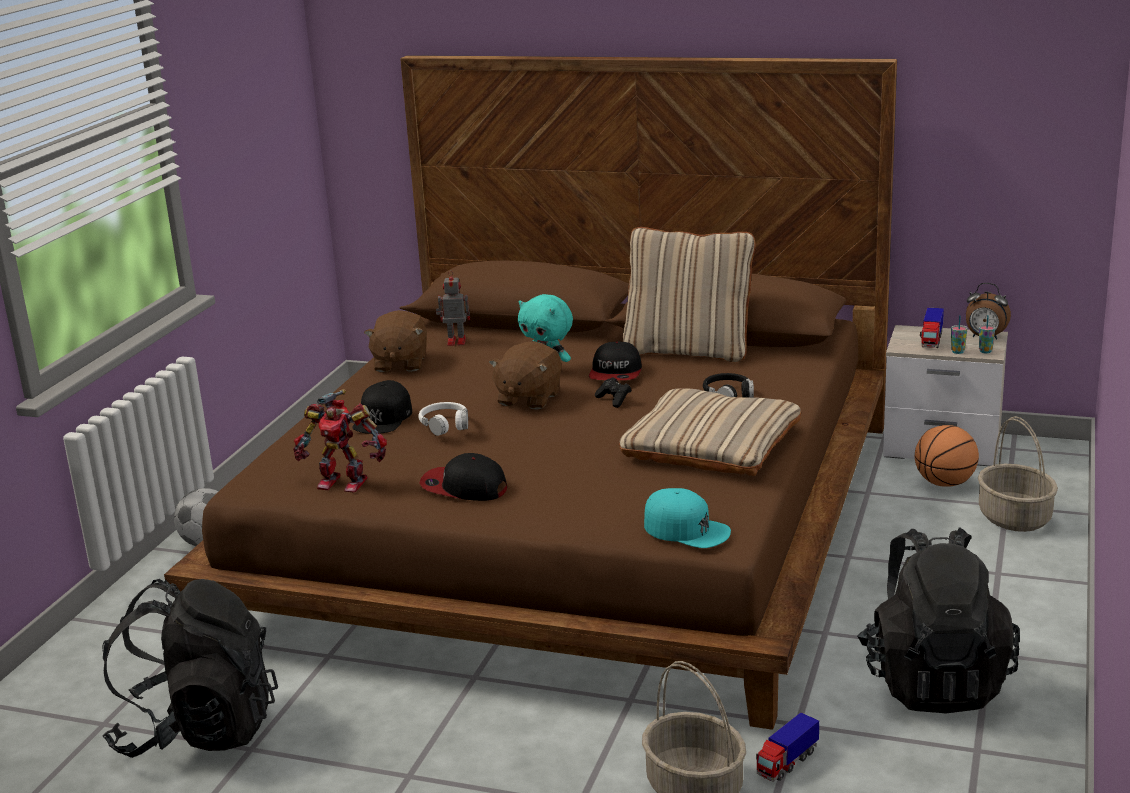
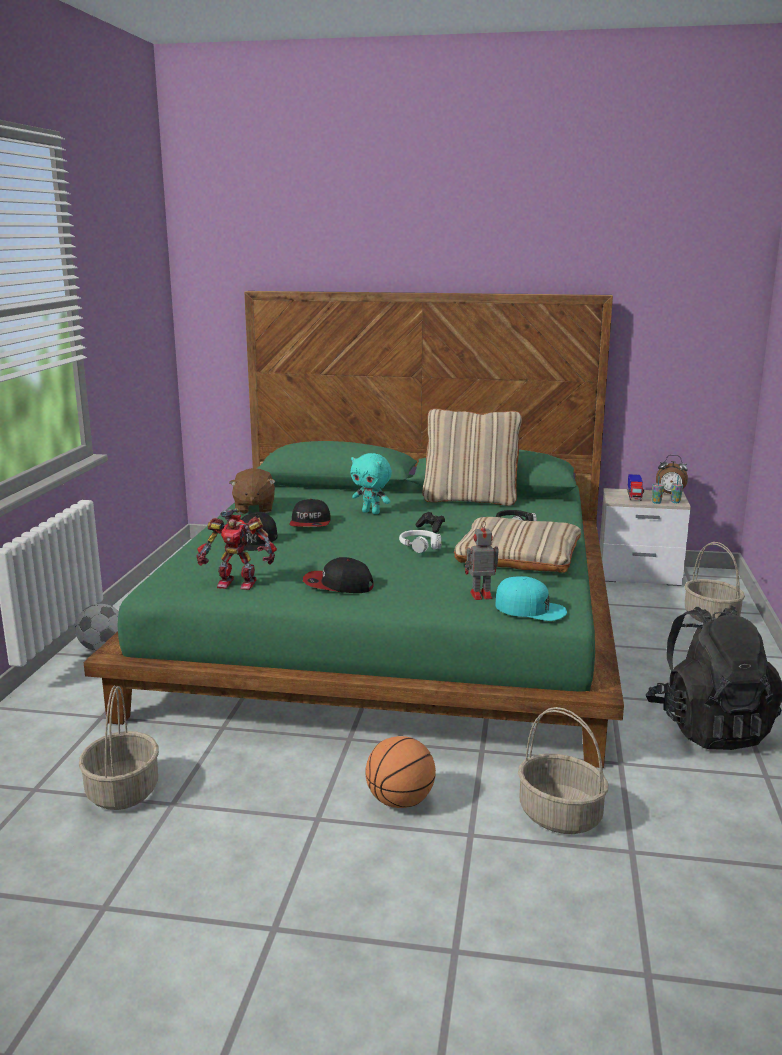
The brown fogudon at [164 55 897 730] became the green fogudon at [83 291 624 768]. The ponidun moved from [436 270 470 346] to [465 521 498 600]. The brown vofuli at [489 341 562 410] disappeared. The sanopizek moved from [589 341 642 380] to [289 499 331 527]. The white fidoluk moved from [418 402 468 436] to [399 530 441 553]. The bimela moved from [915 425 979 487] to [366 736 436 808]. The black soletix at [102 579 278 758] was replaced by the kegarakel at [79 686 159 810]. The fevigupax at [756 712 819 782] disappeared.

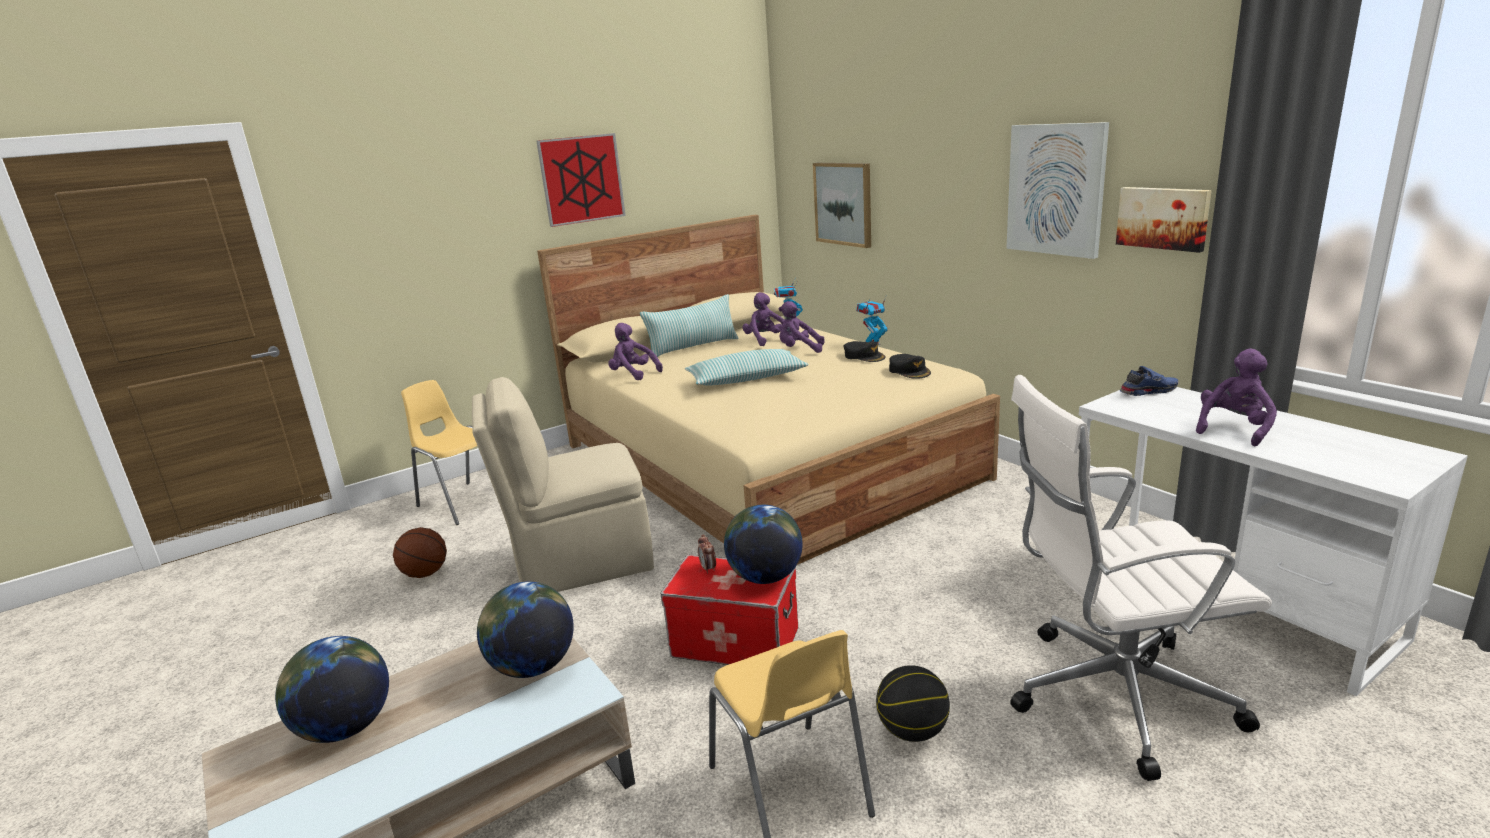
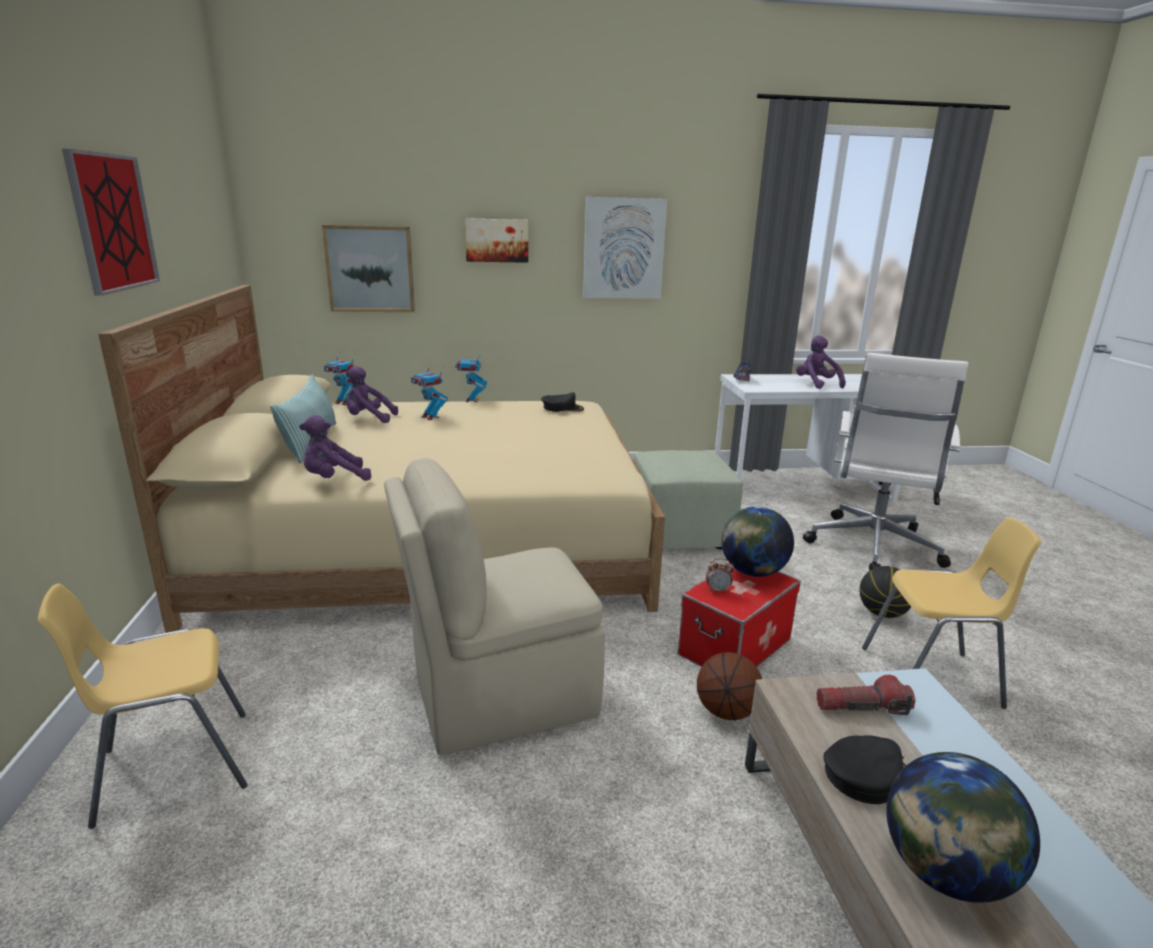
The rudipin moved from [1116 187 1212 253] to [465 218 528 263]. The purple vofuli at [779 301 824 353] was replaced by the ponidun at [411 364 448 420]. The black sanopizek moved from [843 341 886 362] to [823 736 906 804]. The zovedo at [685 349 808 386] disappeared. The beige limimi at [472 377 654 592] turned 60 degrees clockwise. The bimela moved from [393 527 447 578] to [697 652 762 720]. The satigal at [477 582 574 678] was replaced by the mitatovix at [817 675 916 715]. The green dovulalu at [633 450 743 550] appeared.

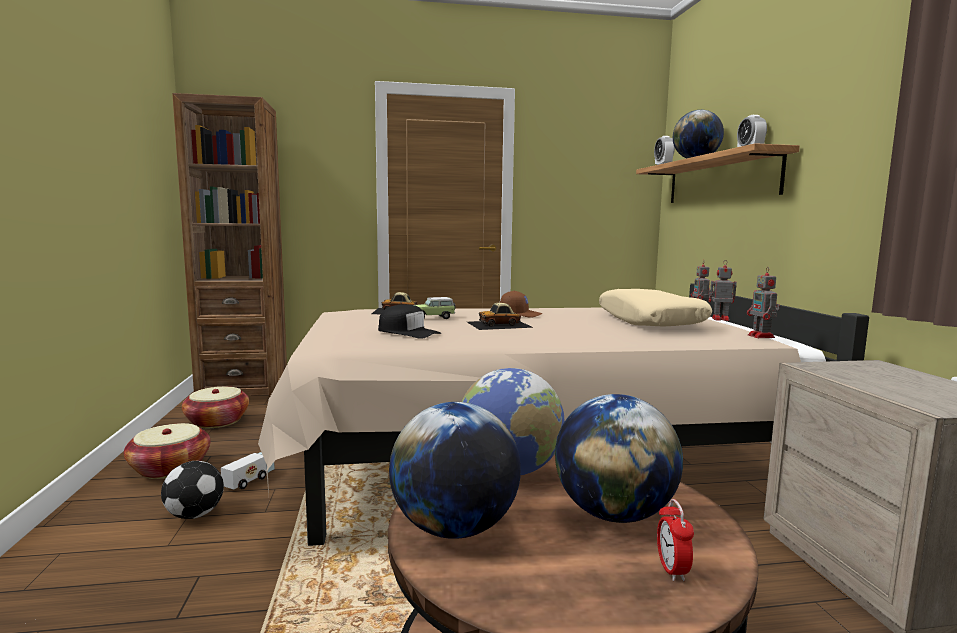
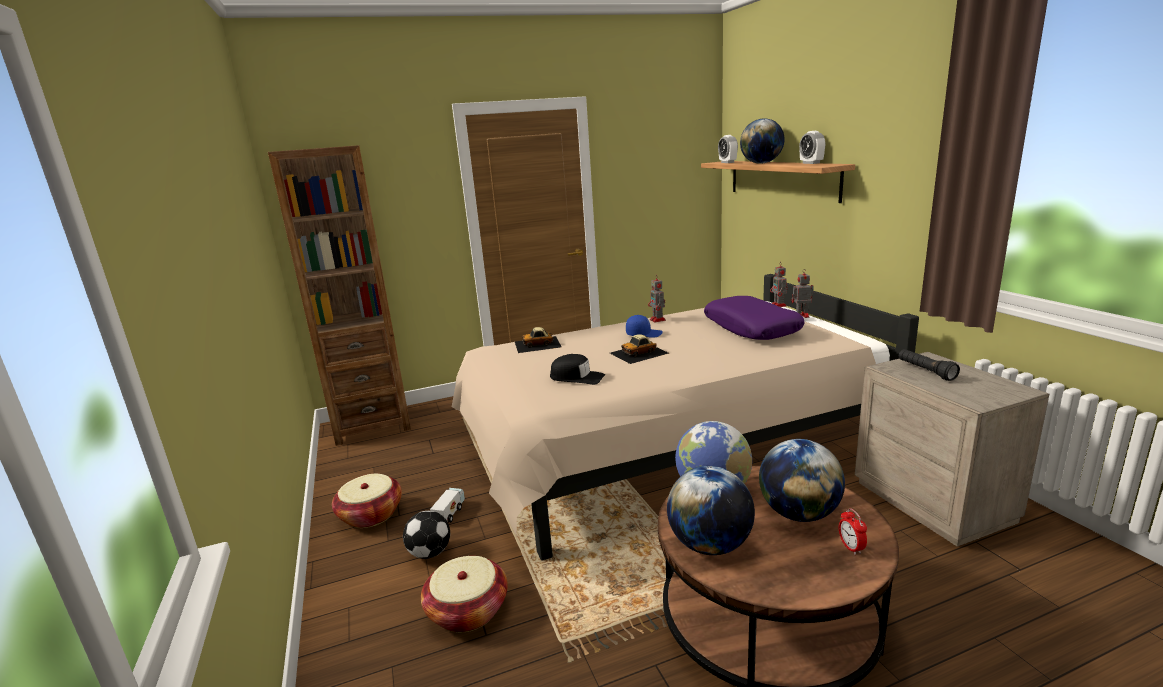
The ponidun moved from [747 267 780 338] to [648 278 666 323]. The beige zovedo at [599 289 712 327] became the purple zovedo at [704 296 804 340]. The brown sanopizek at [500 291 542 318] became the blue sanopizek at [626 315 663 338]. The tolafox at [415 297 455 319] disappeared. The kegarakel moved from [182 387 249 428] to [421 556 508 632]. The black mitatovix at [899 349 960 381] appeared.

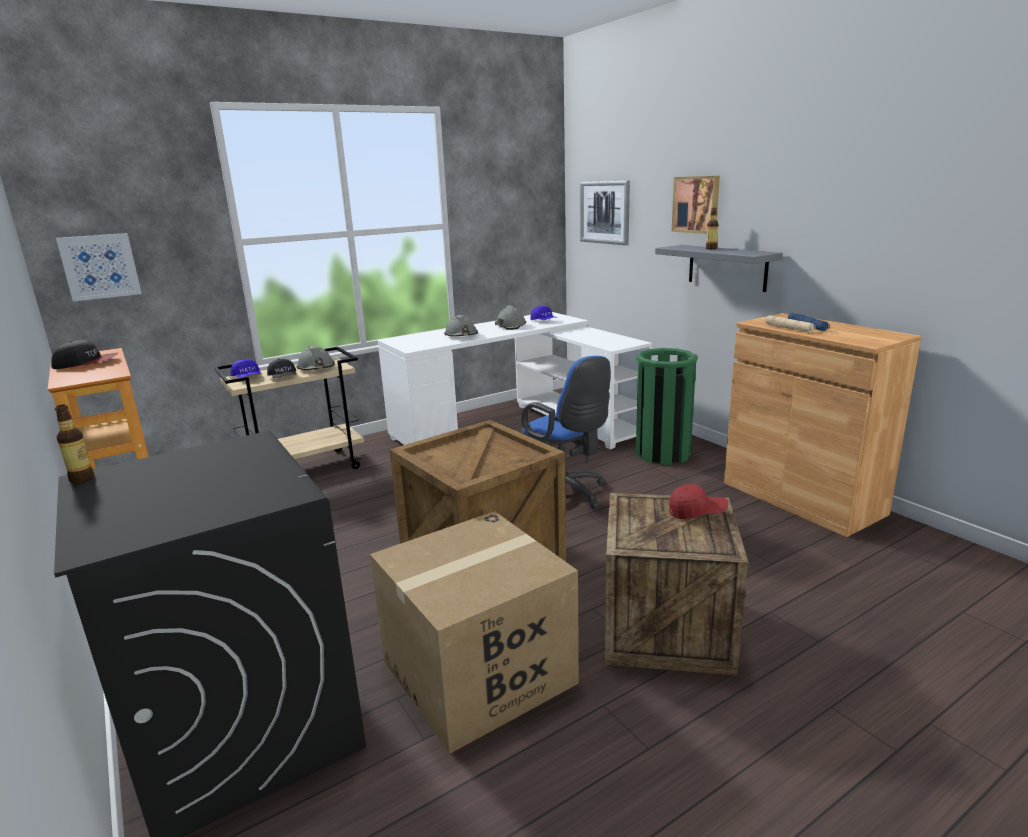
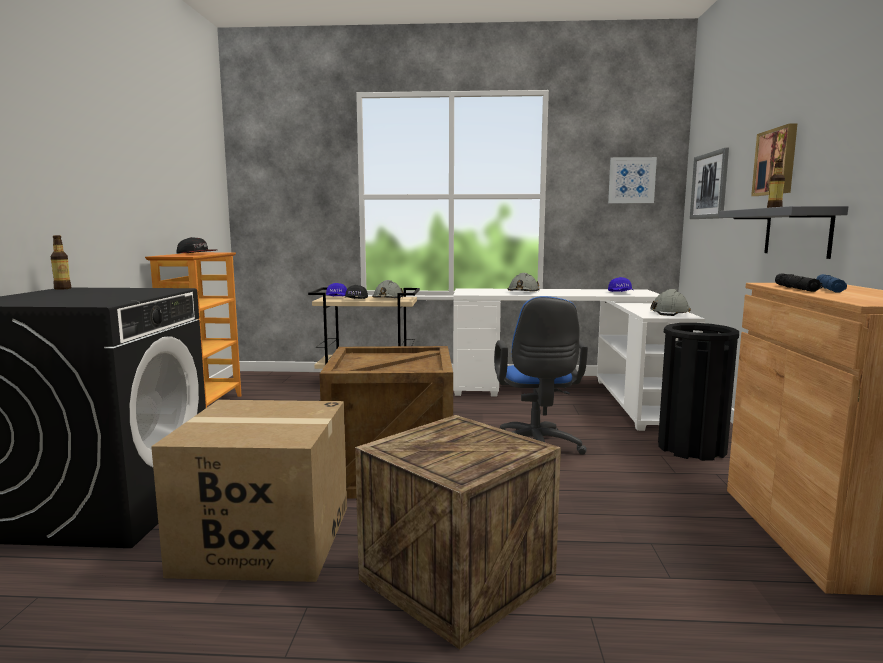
The rudipin moved from [56 233 142 301] to [608 157 657 203]. The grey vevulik moved from [495 305 526 330] to [650 289 691 316]. The beige mitatovix at [765 315 816 333] became the black mitatovix at [775 273 822 292]. The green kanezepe at [636 348 698 465] became the black kanezepe at [658 323 739 461]. The red sanopizek at [669 484 729 519] disappeared.

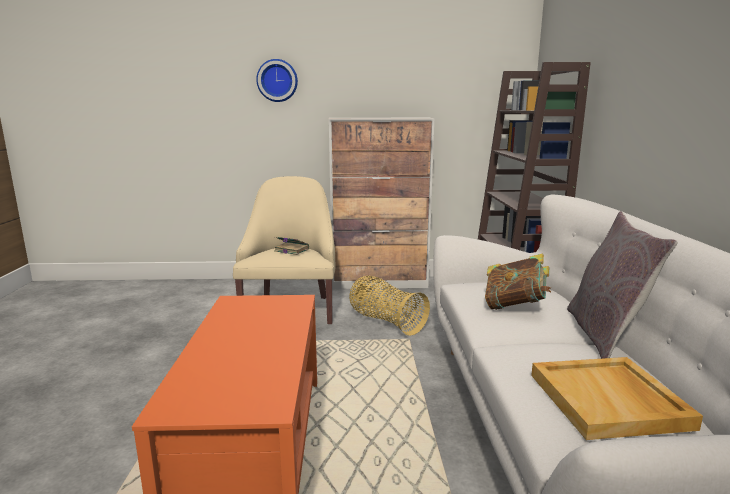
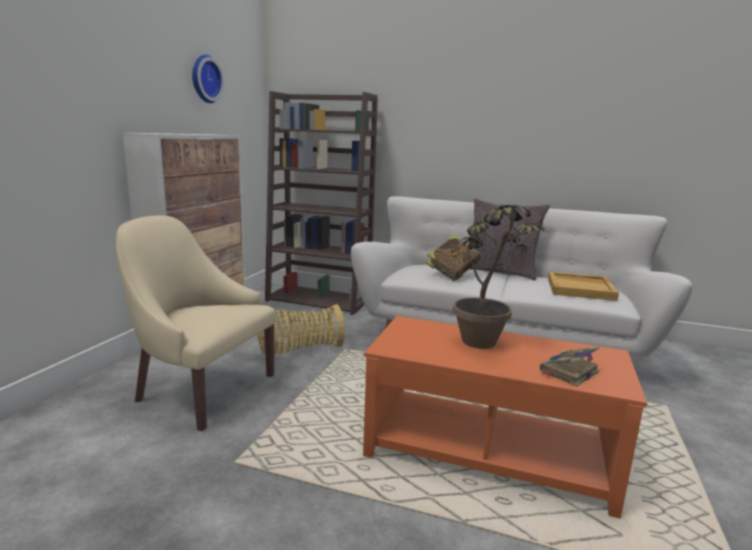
The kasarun moved from [256 59 298 102] to [192 55 224 103]. The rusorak moved from [274 236 309 255] to [540 347 600 386]. The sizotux at [451 205 544 349] appeared.

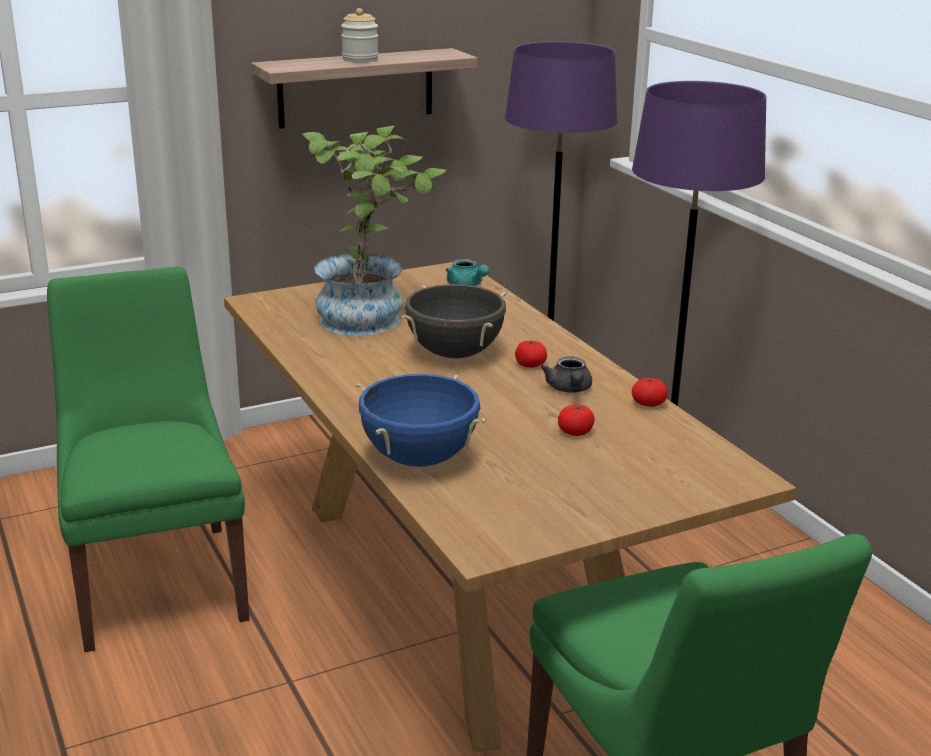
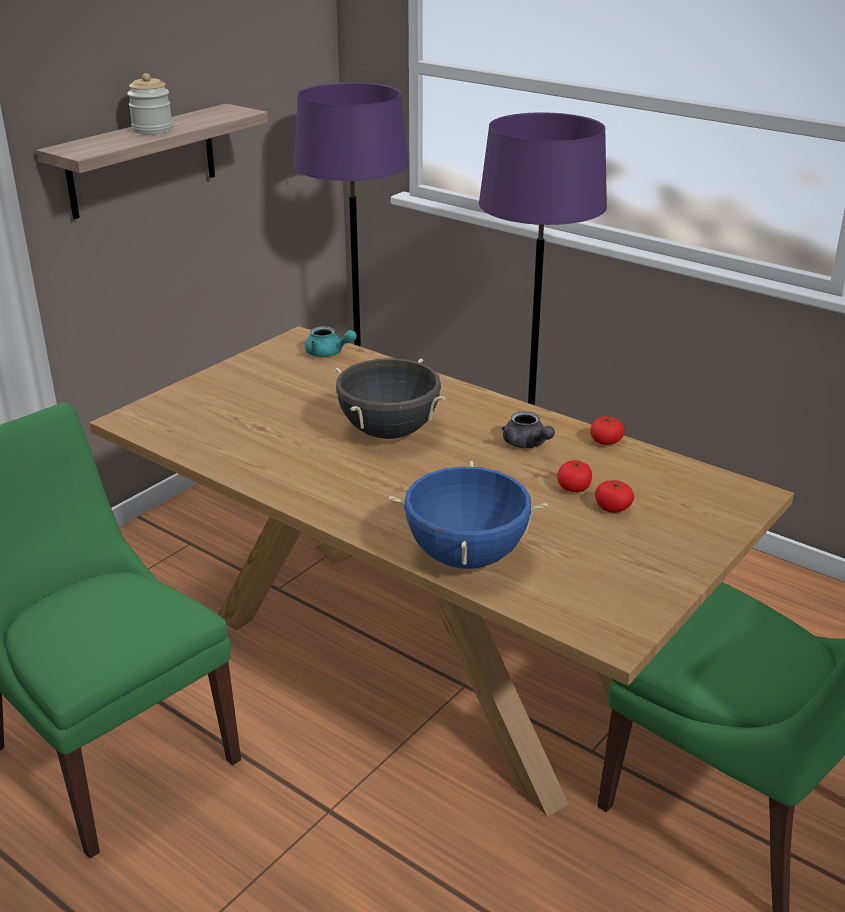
The sizotux at [302 126 447 336] disappeared. The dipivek moved from [515 341 547 368] to [595 480 634 513].

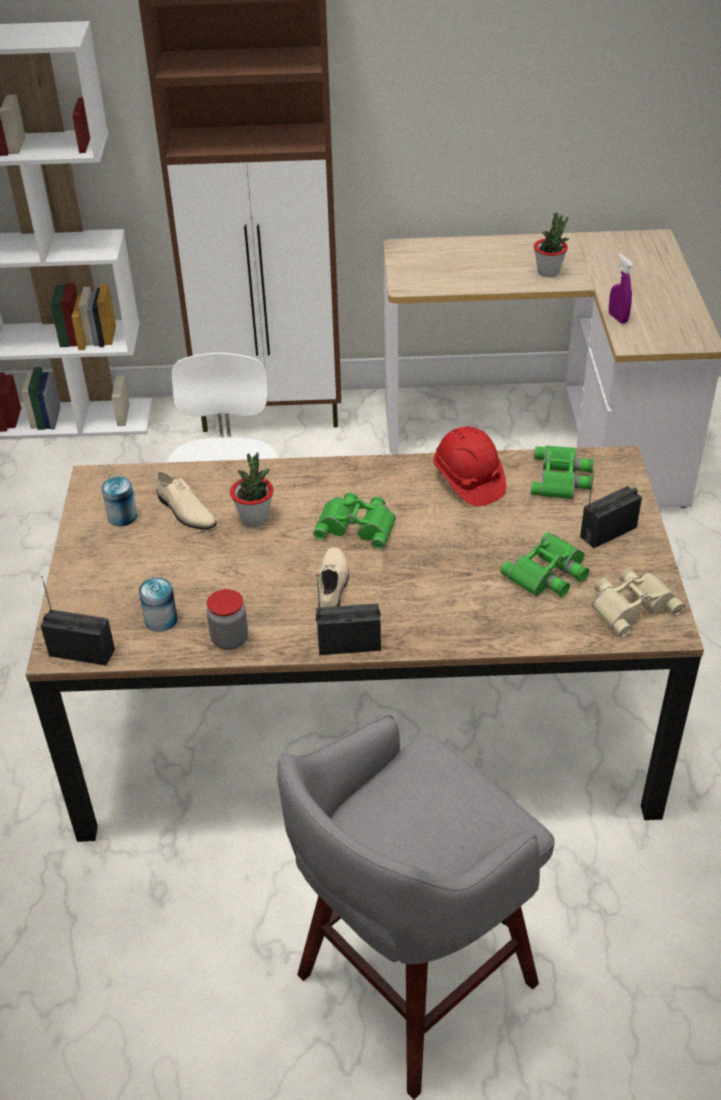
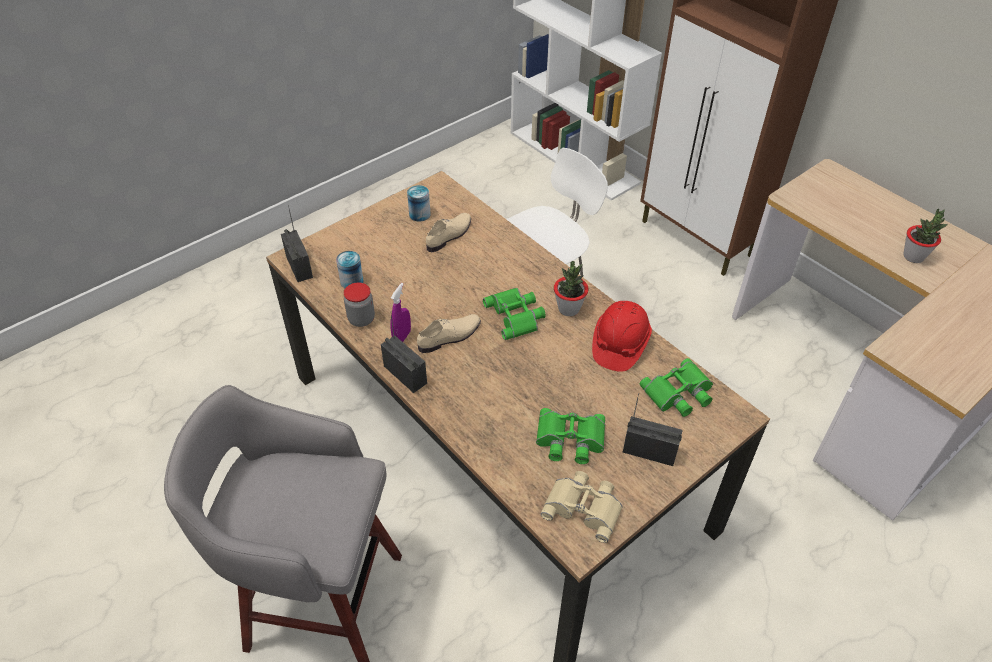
The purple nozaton moved from [609 254 633 324] to [390 283 411 342]. The sizotux moved from [230 452 274 527] to [554 261 589 316]. The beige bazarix at [155 471 217 530] turned 150 degrees counterclockwise.

